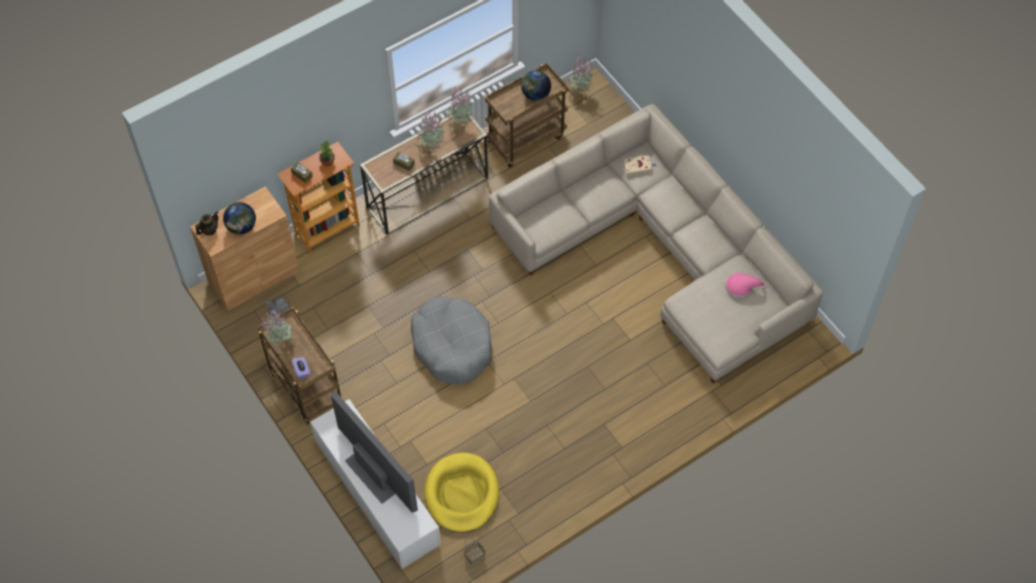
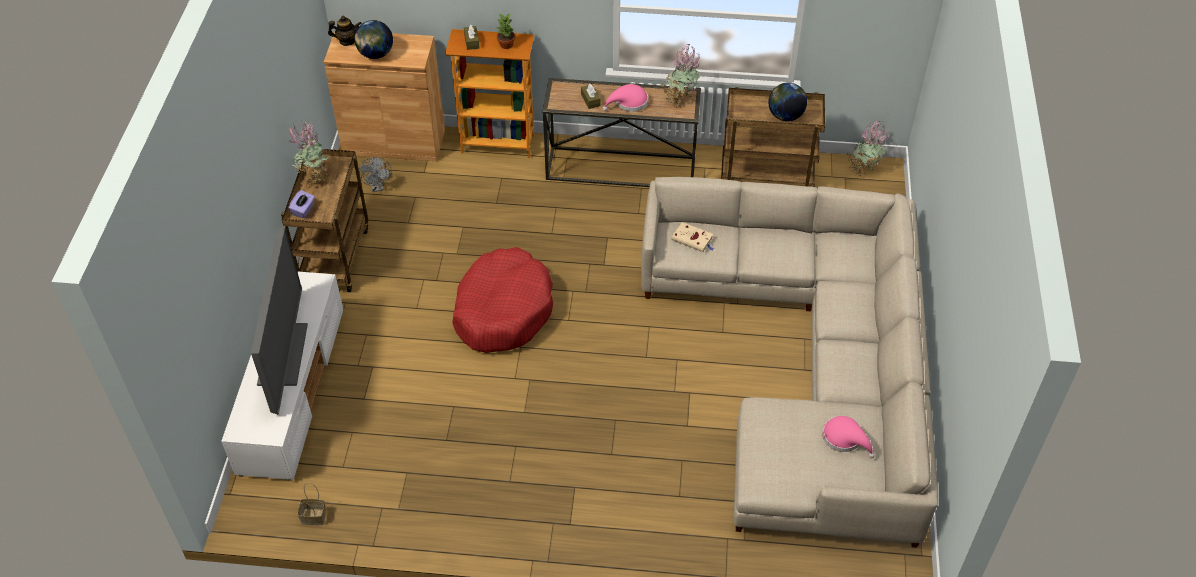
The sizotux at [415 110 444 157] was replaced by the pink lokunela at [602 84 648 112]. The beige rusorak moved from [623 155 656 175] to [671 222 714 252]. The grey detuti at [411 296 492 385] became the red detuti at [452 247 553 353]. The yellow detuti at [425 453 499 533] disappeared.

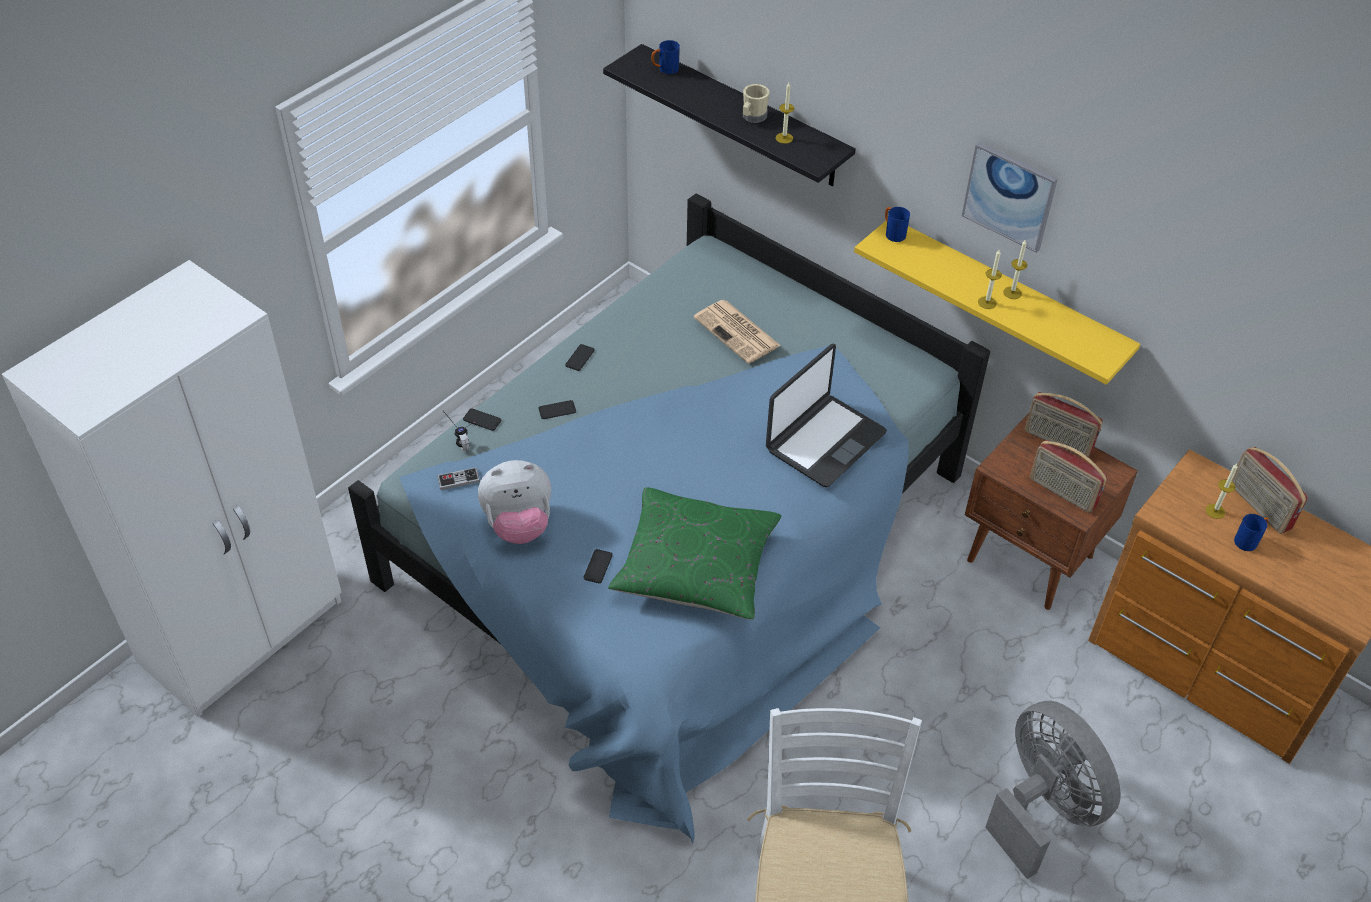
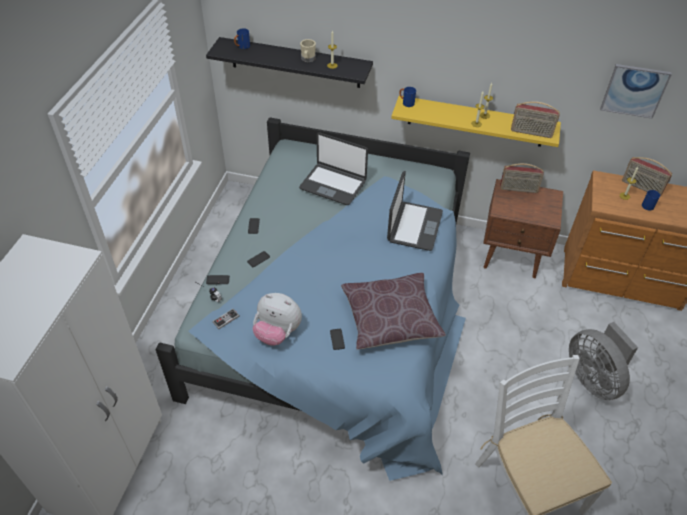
The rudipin moved from [962 142 1058 253] to [600 64 672 119]. The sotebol at [694 300 781 363] was replaced by the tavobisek at [299 132 368 205]. The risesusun moved from [1030 440 1107 513] to [511 101 560 138]. The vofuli at [478 460 551 544] turned 60 degrees clockwise. The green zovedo at [608 487 781 620] became the brown zovedo at [341 273 446 350]. The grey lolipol at [985 701 1121 879] turned 150 degrees counterclockwise.

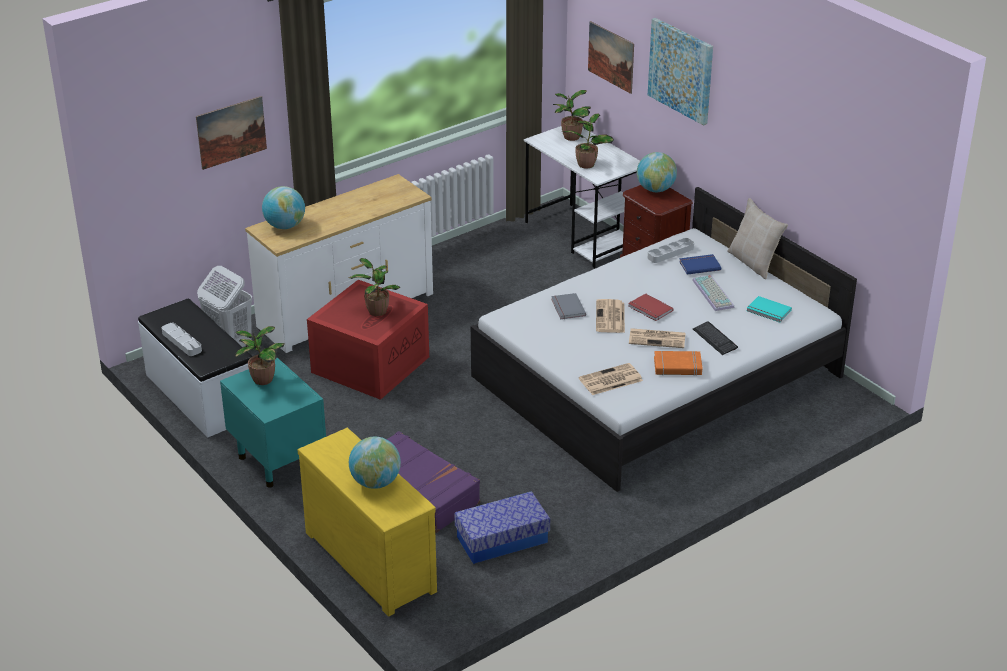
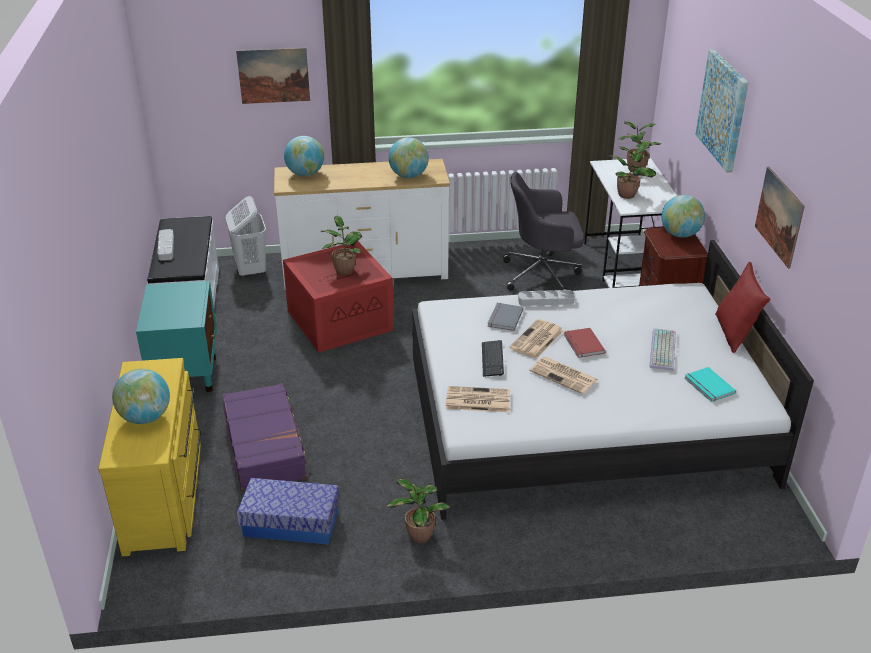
The rudipin moved from [588 21 634 94] to [755 167 805 269]. The beige zovedo at [727 198 788 279] became the red zovedo at [715 262 771 353]. The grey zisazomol moved from [648 238 694 263] to [518 290 575 306]. The blue rusorak at [679 254 721 275] disappeared. The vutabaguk moved from [693 321 738 355] to [482 340 504 377]. The sizotux moved from [235 326 285 385] to [387 478 451 543]. The orange rusorak at [654 351 702 376] disappeared. The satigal at [388 137 429 178] appeared. The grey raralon at [503 172 584 291] appeared.

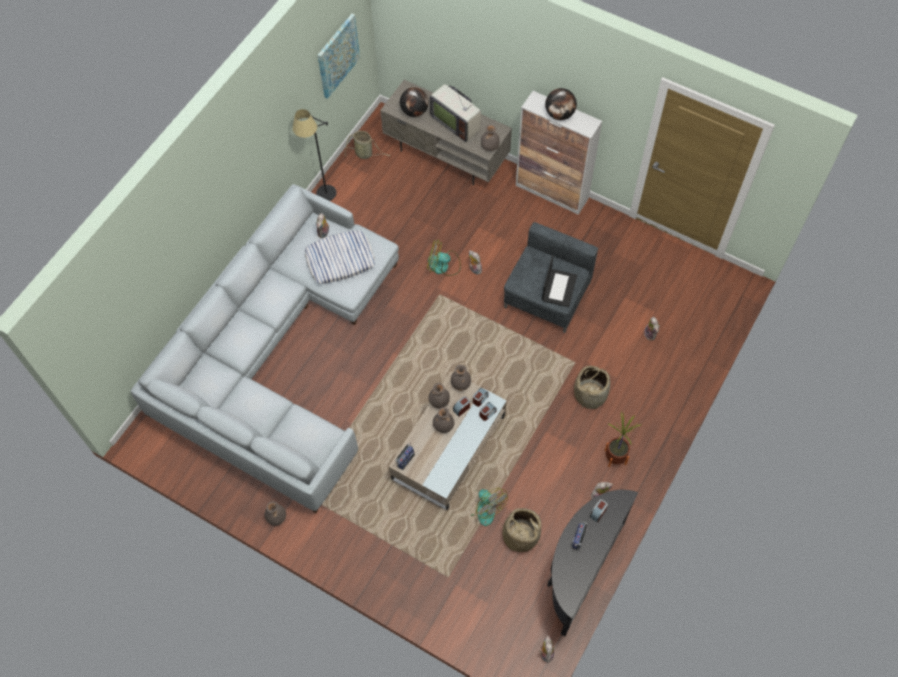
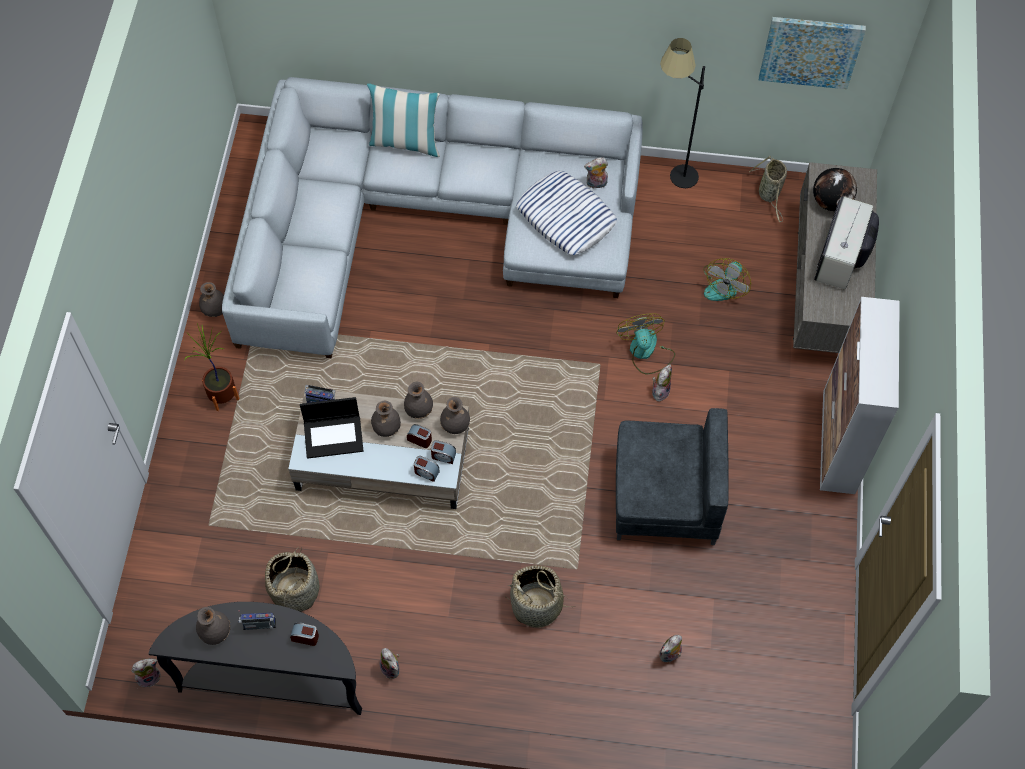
The satigal at [545 88 577 120] disappeared. The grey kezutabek moved from [481 125 500 151] to [196 607 230 645]. The tavobisek moved from [542 255 577 307] to [300 397 363 459]. The sizotux moved from [605 411 642 467] to [184 323 240 411]. The lolipol moved from [469 488 508 526] to [703 258 751 301]. The zovedo at [367 84 440 157] appeared.

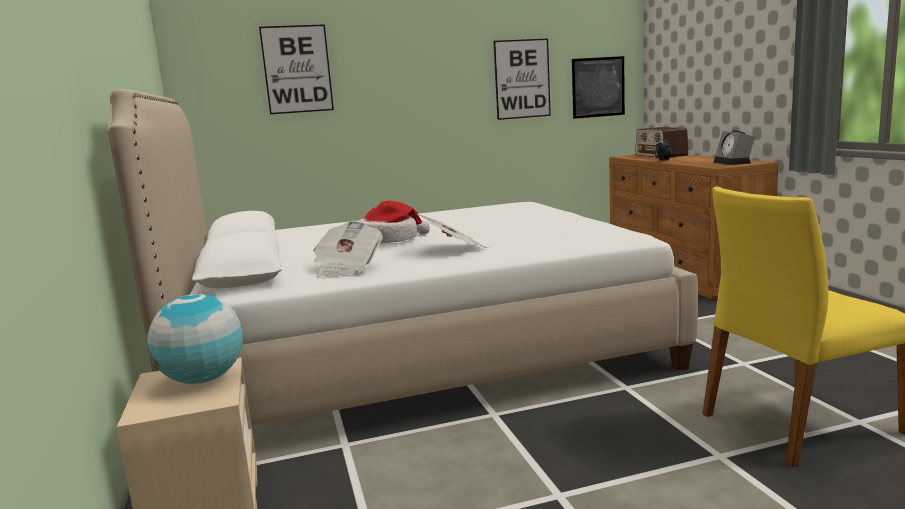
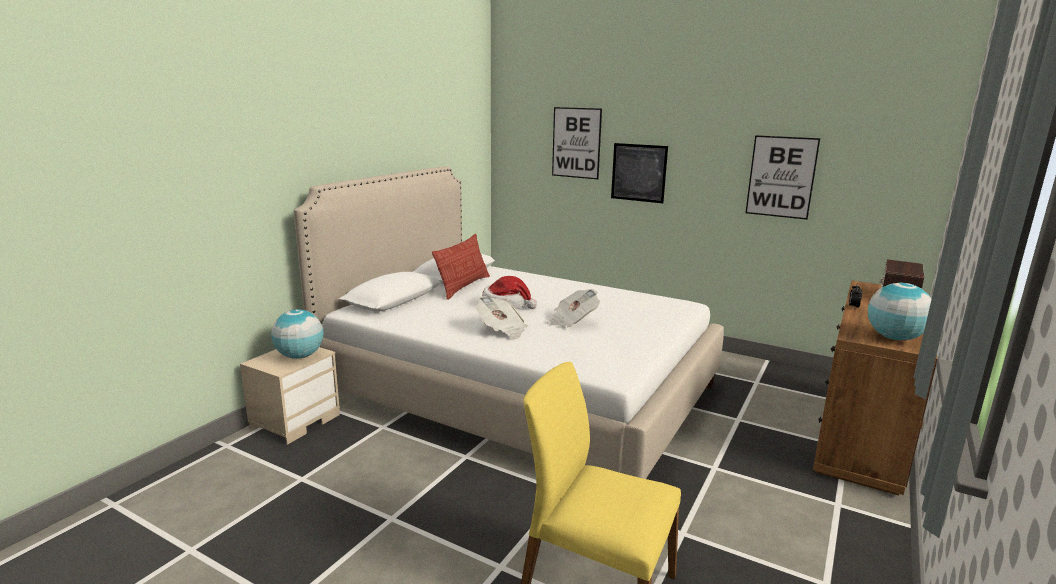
The rudipin moved from [572 56 625 119] to [611 143 668 203]. The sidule at [714 130 755 165] was replaced by the satigal at [868 283 931 341]. The sotebol moved from [314 221 383 278] to [547 289 600 327]. The zovedo at [432 234 490 300] appeared.

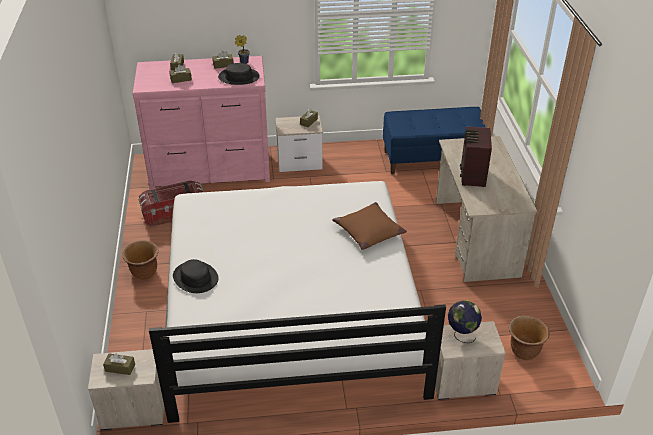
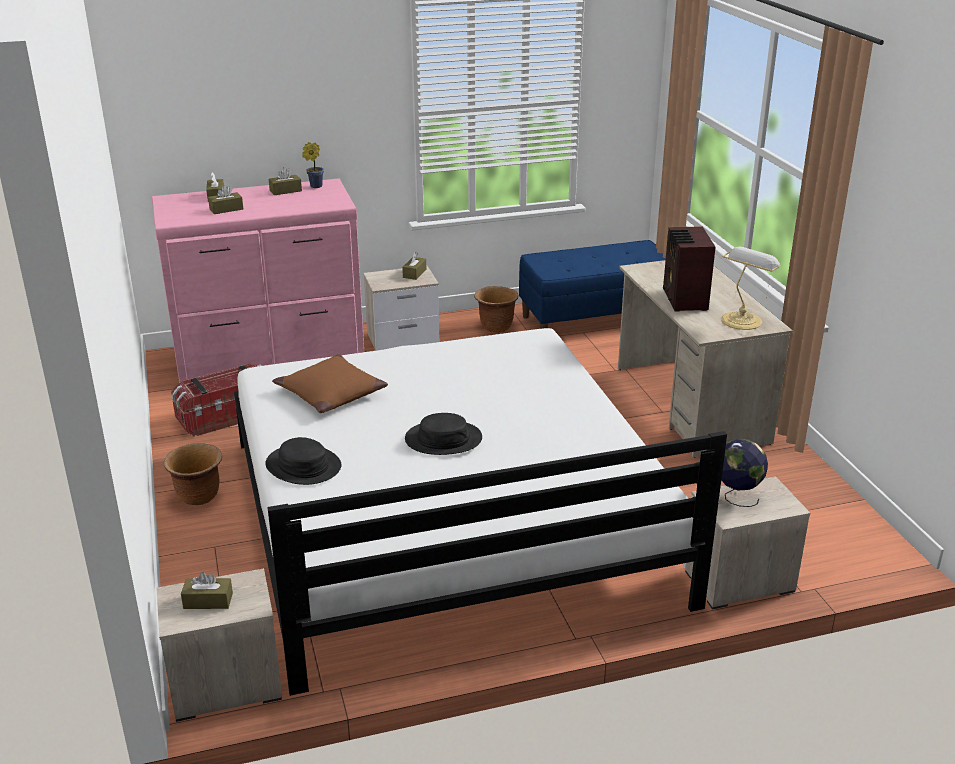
The black lokunela moved from [218 63 260 85] to [405 413 482 455]. The brown zovedo moved from [332 202 407 250] to [272 354 388 413]. The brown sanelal moved from [509 316 550 360] to [474 286 518 332]. The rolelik at [721 246 780 330] appeared.

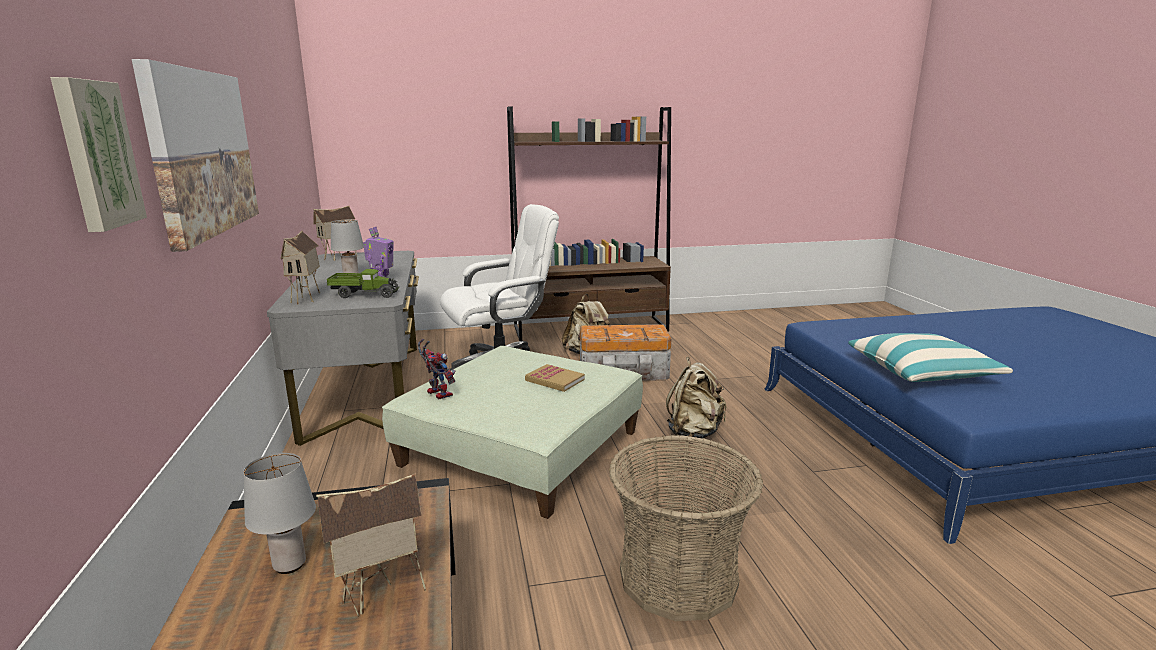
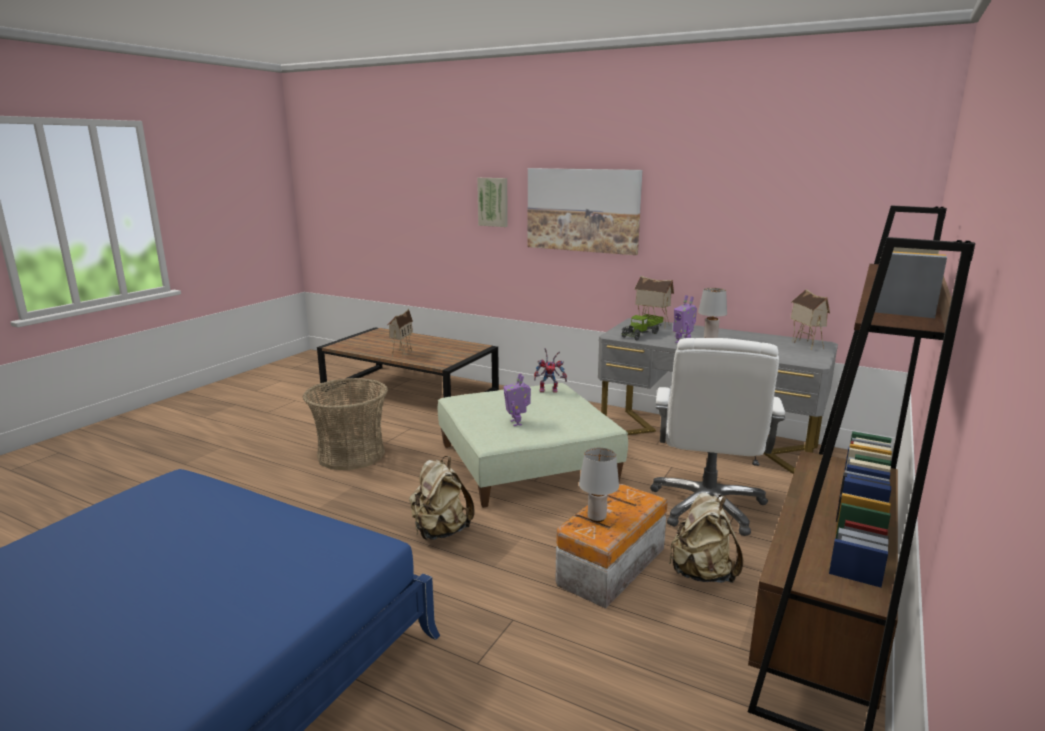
The zovedo at [848 333 1013 382] disappeared. The rusorak at [525 364 585 392] was replaced by the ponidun at [503 373 531 426]. The grey rolelik moved from [244 453 316 574] to [579 448 619 522].

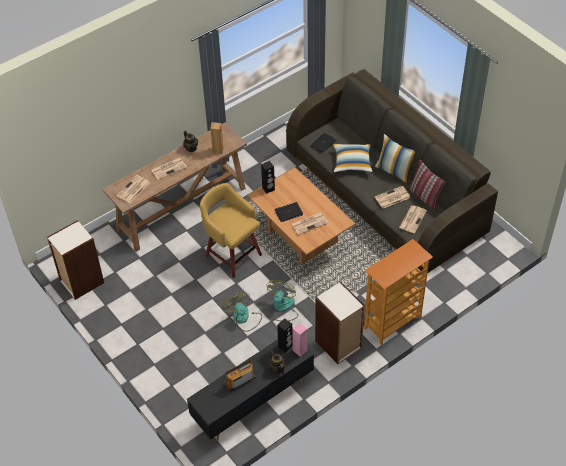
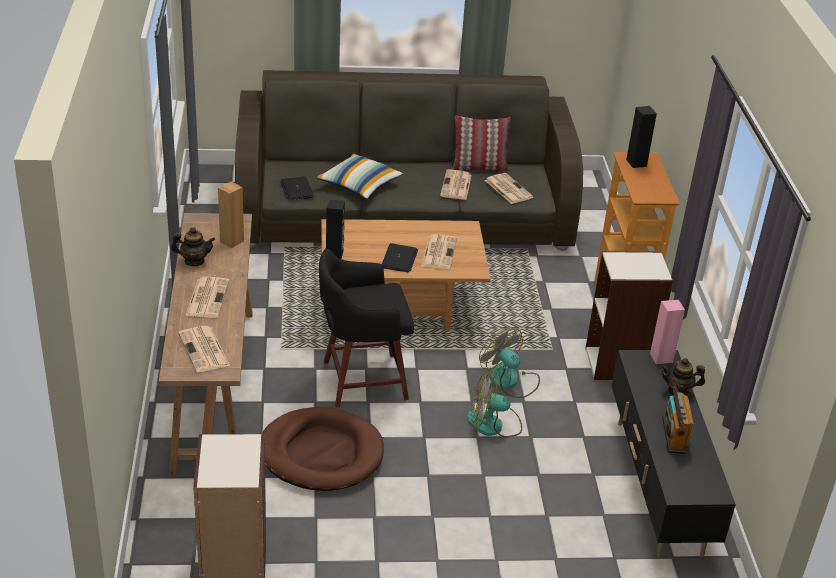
The zovedo at [375 134 415 183] disappeared. The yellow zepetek at [200 183 262 278] became the black zepetek at [319 249 414 407]. The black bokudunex moved from [277 318 293 352] to [626 106 657 168]. The brown detuti at [262 407 384 491] appeared.

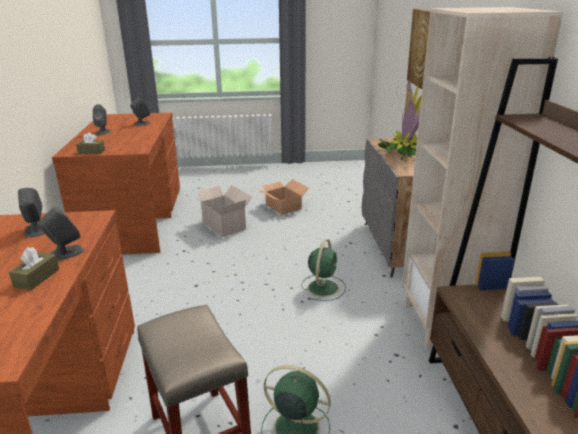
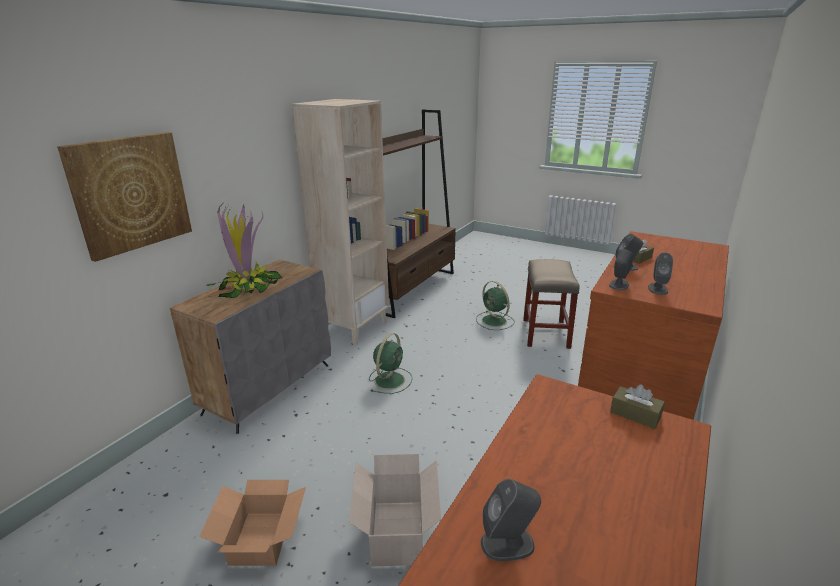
The grey bokudunex moved from [93 104 110 135] to [609 249 633 290]. The green lolipol at [302 239 346 301] turned 150 degrees clockwise.

